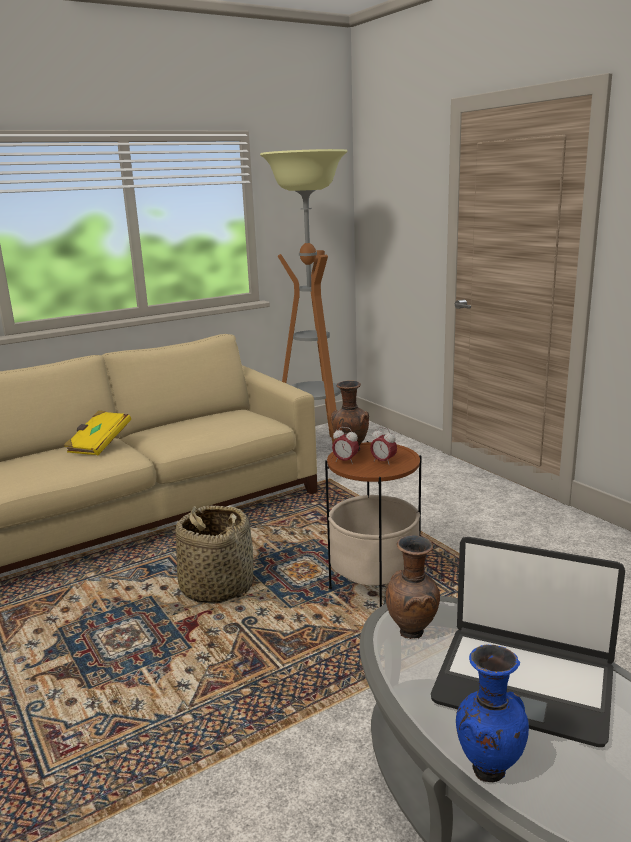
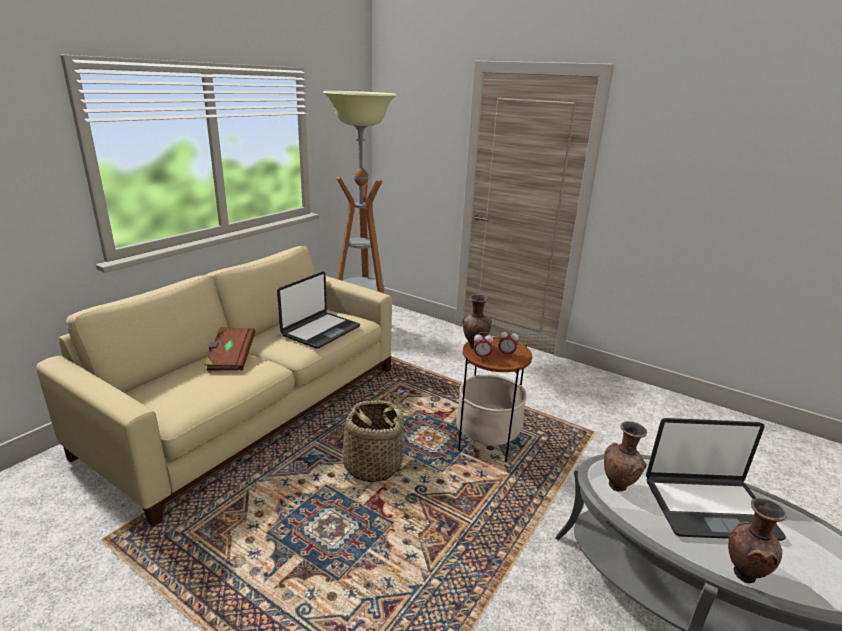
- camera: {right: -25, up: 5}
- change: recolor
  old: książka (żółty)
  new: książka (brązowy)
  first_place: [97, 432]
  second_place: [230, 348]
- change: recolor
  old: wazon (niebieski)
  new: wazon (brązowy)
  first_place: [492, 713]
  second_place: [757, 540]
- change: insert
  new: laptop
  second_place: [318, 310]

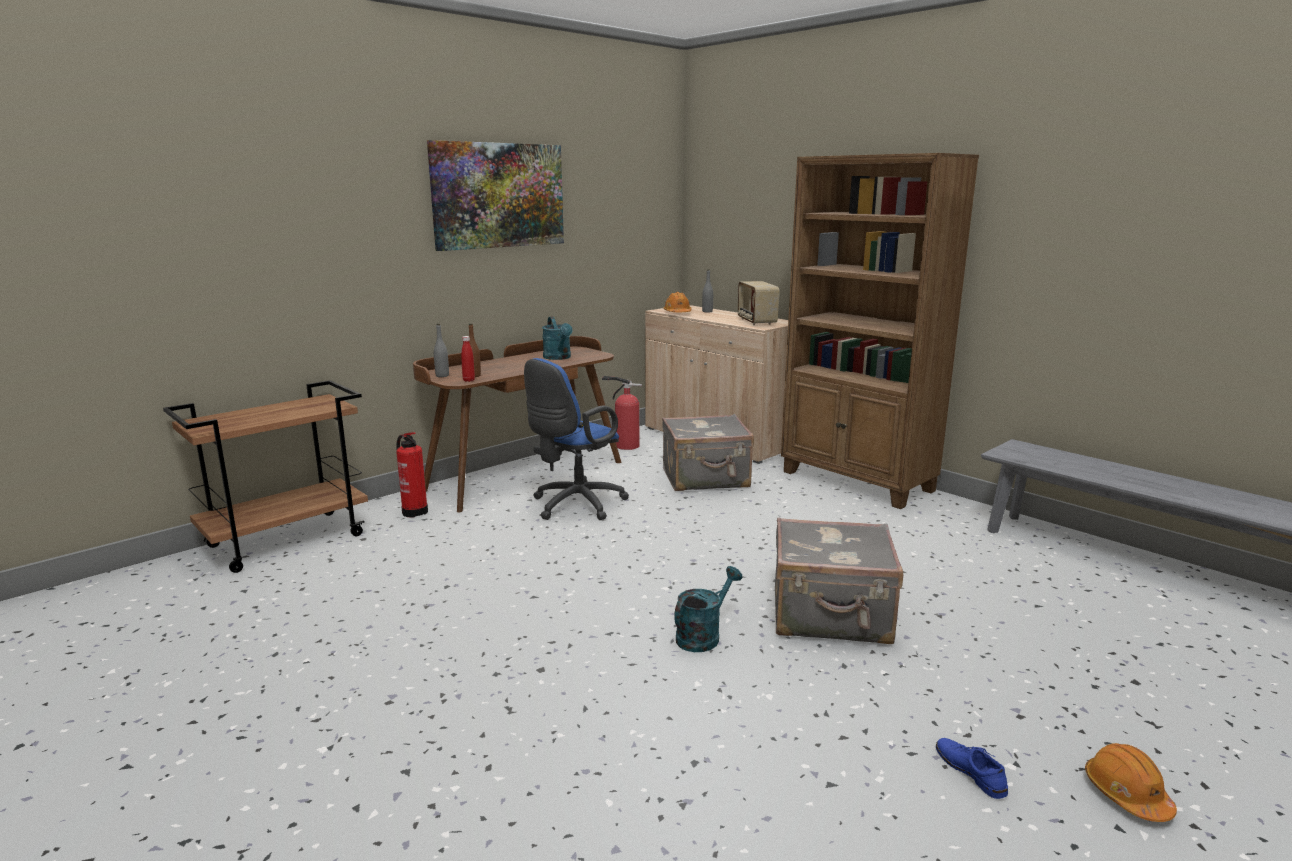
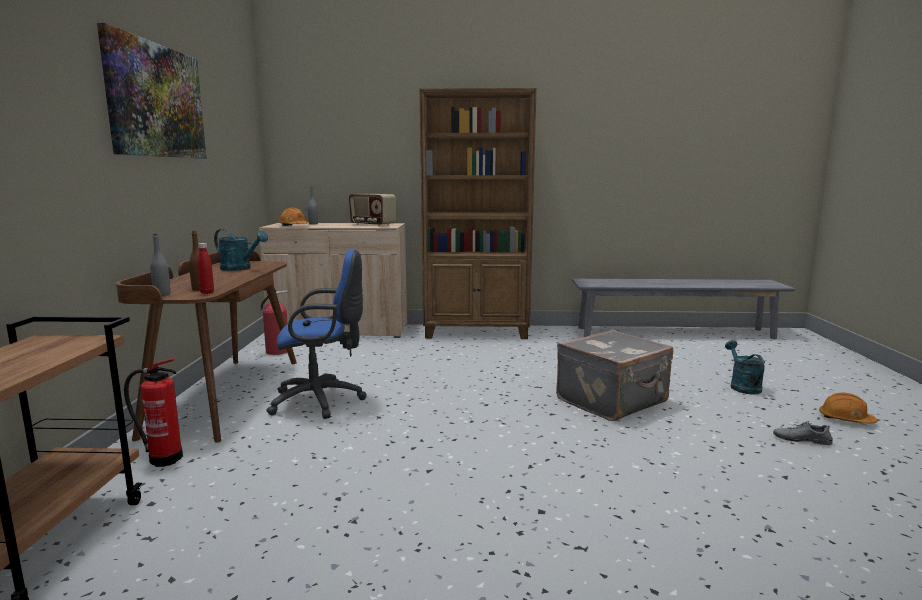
- camera: {right: -45, up: -5}
- change: rotate
  old: krzesło biurowe (niebieski)
  first_place: [576, 439]
  second_place: [316, 334]
  degrees: -90
- change: delete
  old: walizka (szary)
  first_place: [708, 452]
- change: move
  old: konewka (turkusowy)
  first_place: [708, 609]
  second_place: [745, 367]
- change: recolor
  old: but (niebieski)
  new: but (szary)
  first_place: [972, 768]
  second_place: [803, 433]

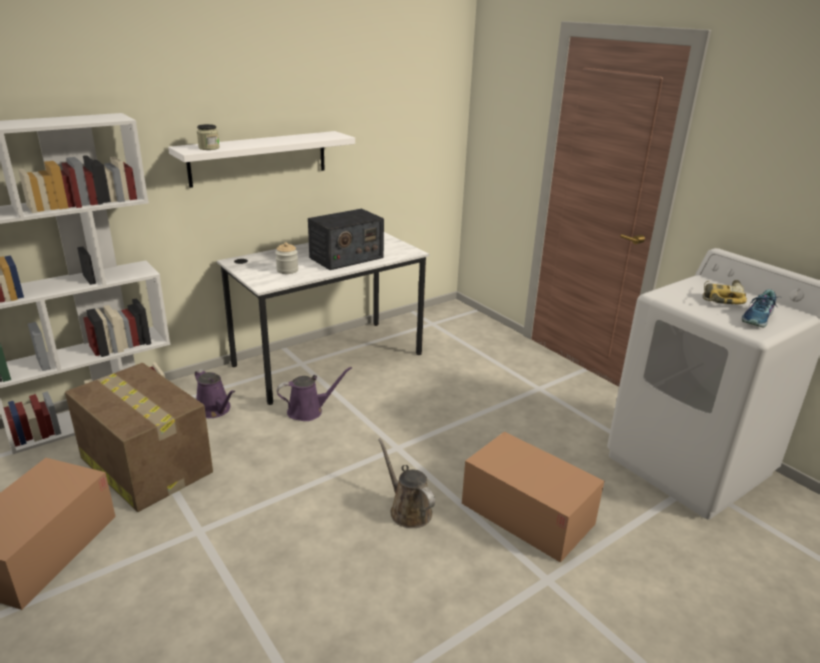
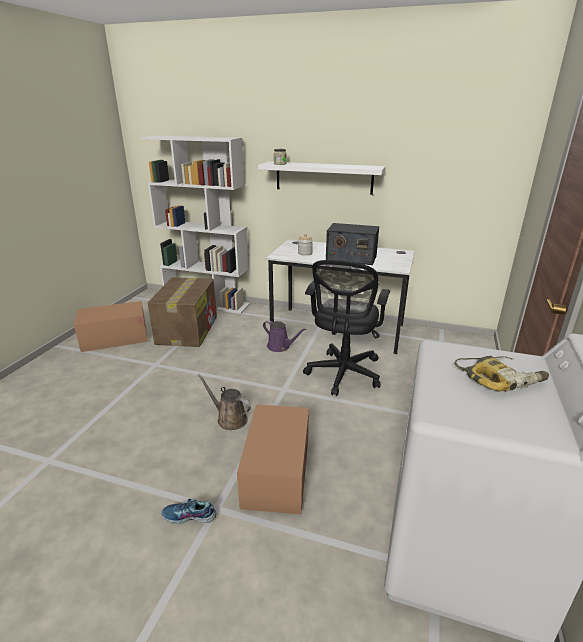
- camera: {right: 55, up: 0}
- change: move
  old: but
  first_place: [760, 308]
  second_place: [188, 511]
- change: delete
  old: konewka (fioletowy)
  first_place: [215, 393]
- change: rotate
  old: konewka (brązowy)
  first_place: [406, 483]
  second_place: [224, 402]
  degrees: -75
- change: insert
  new: krzesło biurowe (czarny)
  second_place: [346, 328]

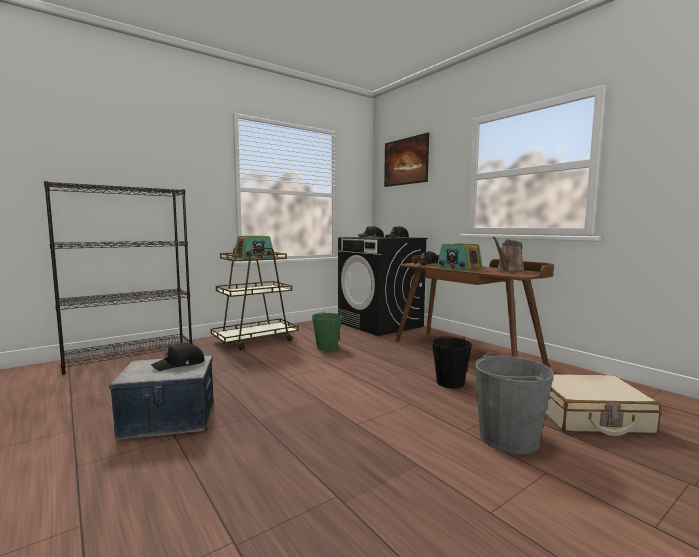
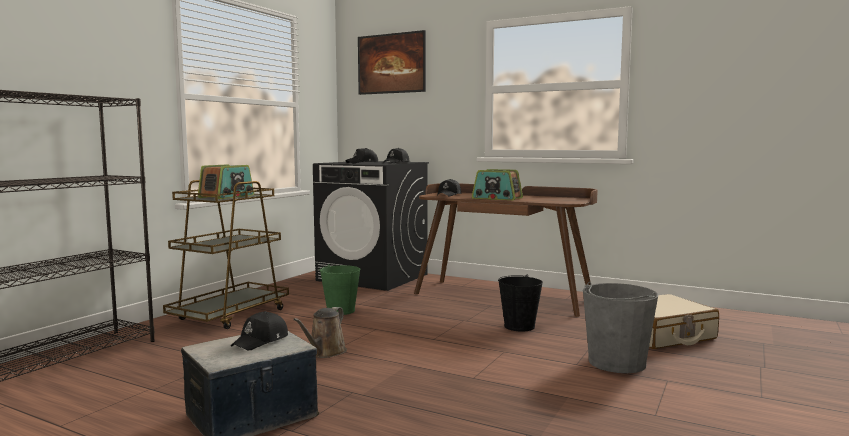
- camera: {right: -25, up: 0}
- change: move
  old: konewka (brązowy)
  first_place: [508, 254]
  second_place: [320, 332]

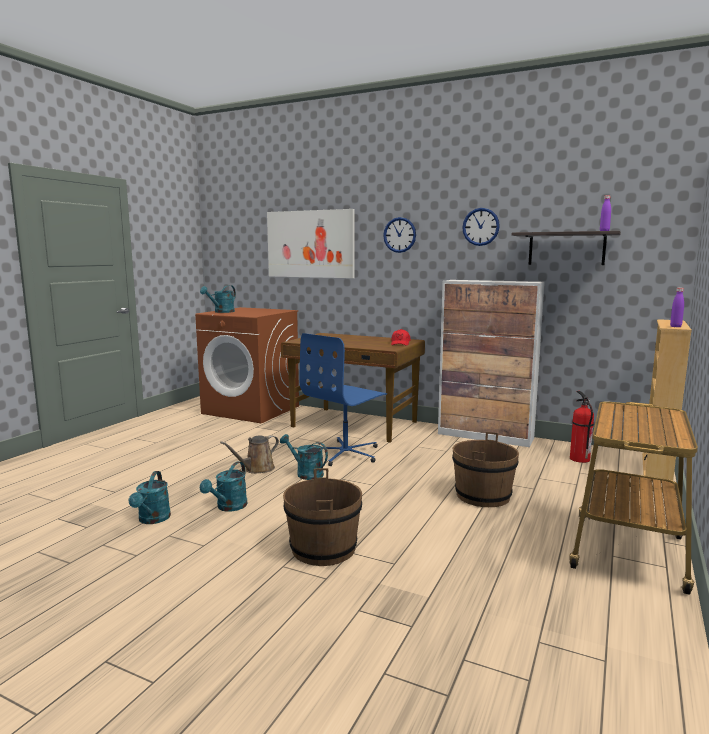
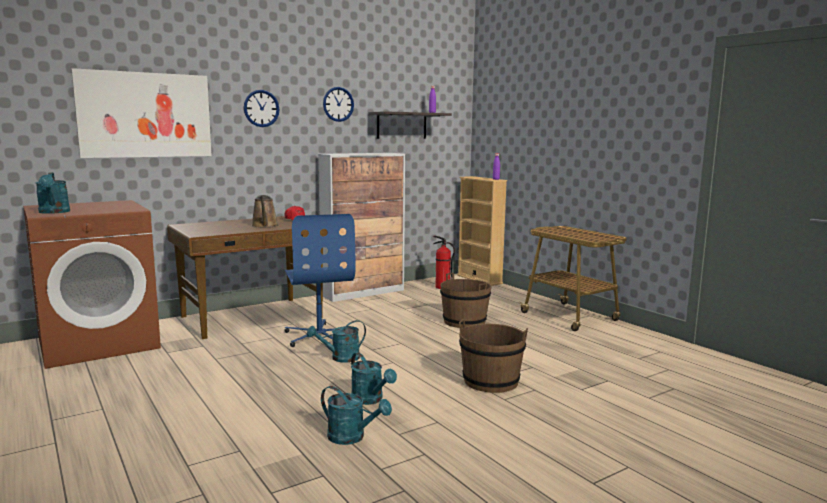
- camera: {right: -60, up: 0}
- change: move
  old: konewka (brązowy)
  first_place: [249, 454]
  second_place: [265, 211]

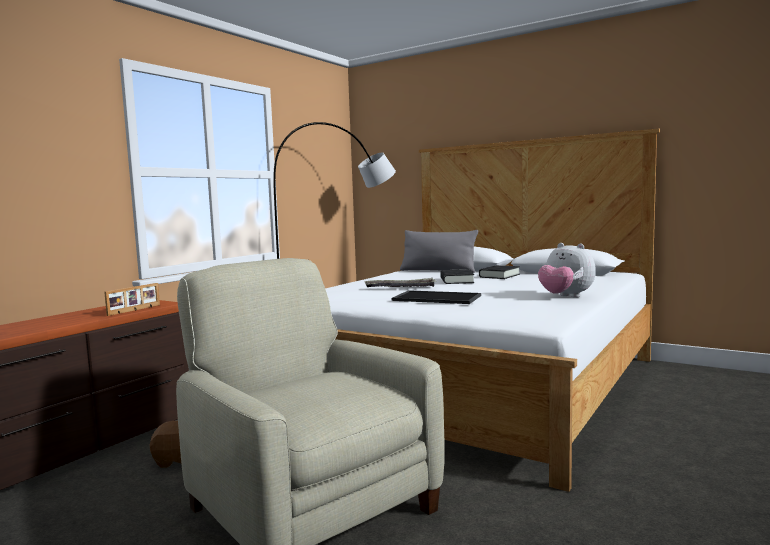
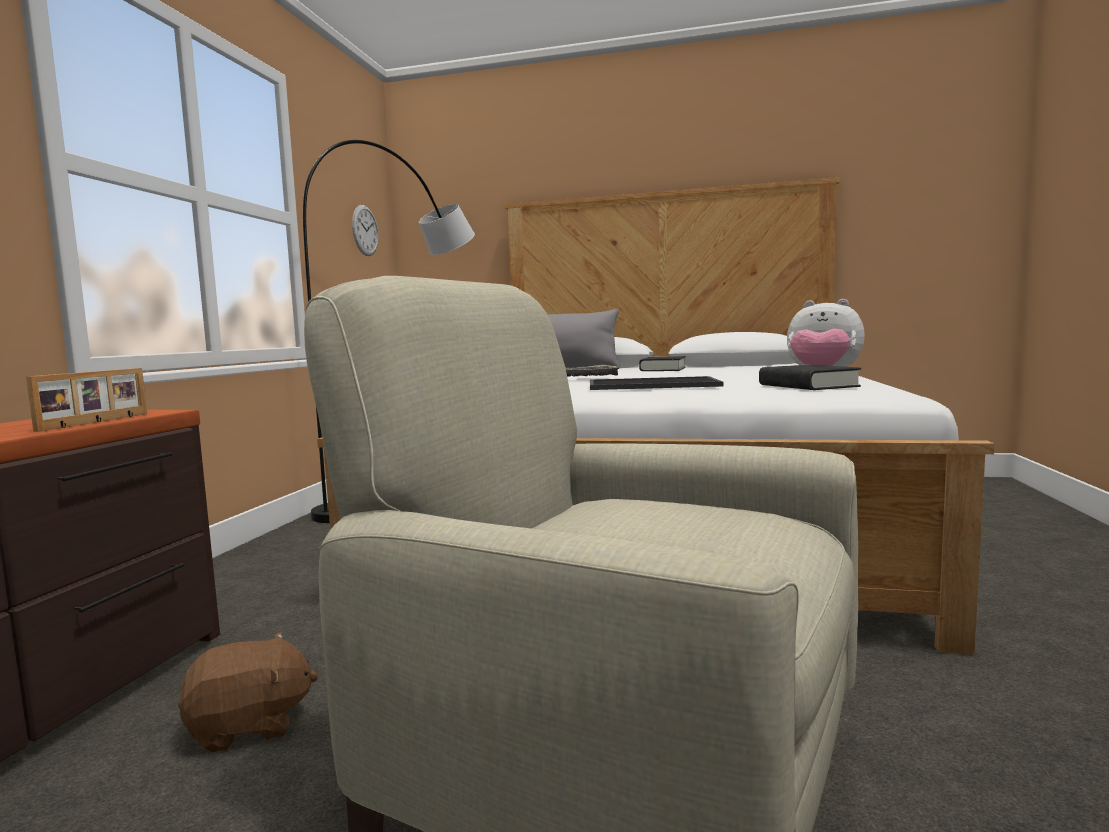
- camera: {right: -20, up: 0}
- change: move
  old: książka (czarny)
  first_place: [457, 276]
  second_place: [810, 377]
- change: insert
  new: zegar ścienny
  second_place: [365, 230]

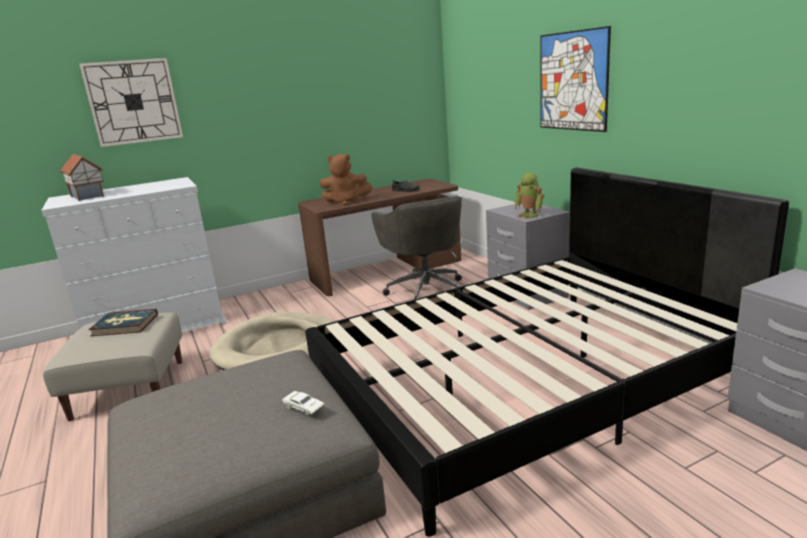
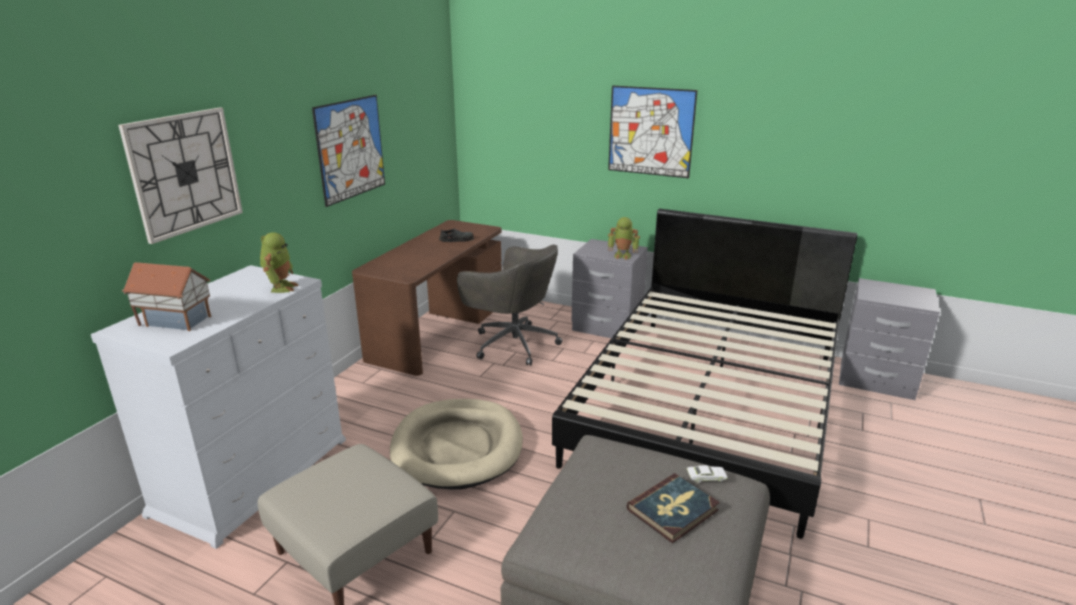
- camera: {right: -40, up: 5}
- change: delete
  old: pluszak (brązowy)
  first_place: [346, 179]
- change: move
  old: książka
  first_place: [123, 322]
  second_place: [673, 508]
- change: insert
  new: obraz
  second_place: [348, 151]
- change: insert
  new: robot zabawkowy
  second_place: [279, 262]

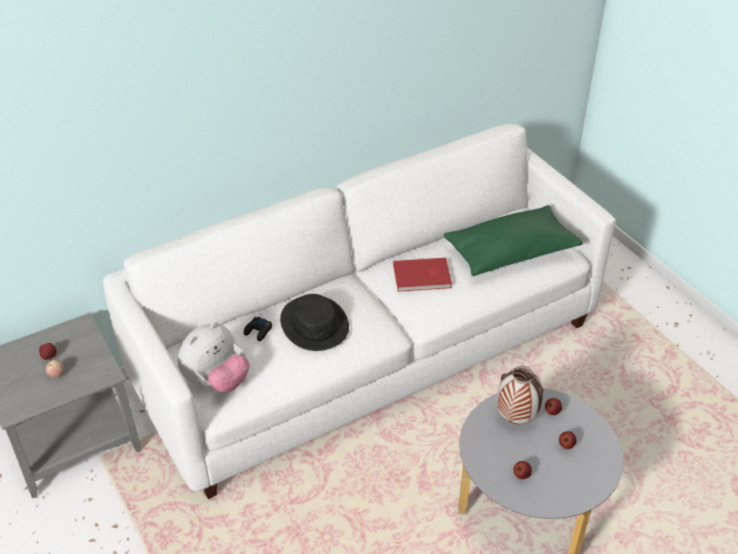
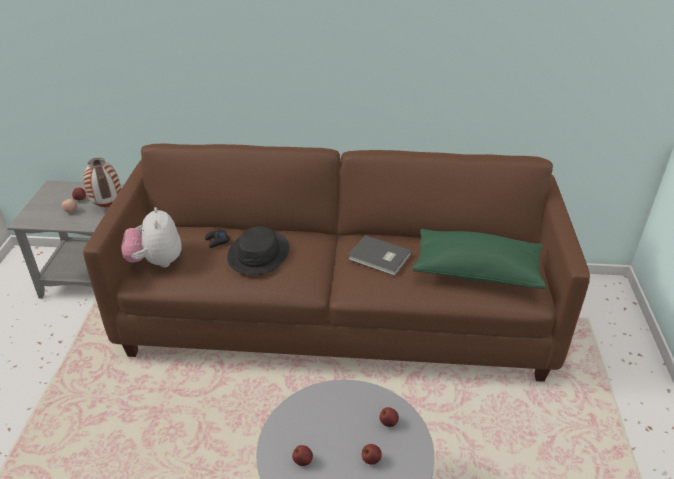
- camera: {right: 35, up: -5}
- change: recolor
  old: kanapa (biały)
  new: kanapa (brązowy)
  first_place: [359, 311]
  second_place: [336, 262]
- change: recolor
  old: książka (czerwony)
  new: książka (szary)
  first_place: [422, 275]
  second_place: [380, 255]
- change: rotate
  old: pluszak
  first_place: [213, 357]
  second_place: [152, 237]
  degrees: 90
- change: move
  old: wazon
  first_place: [520, 395]
  second_place: [102, 182]

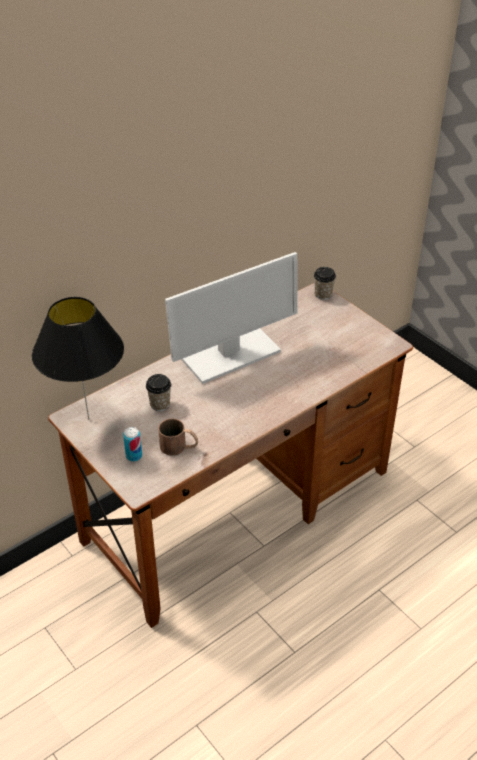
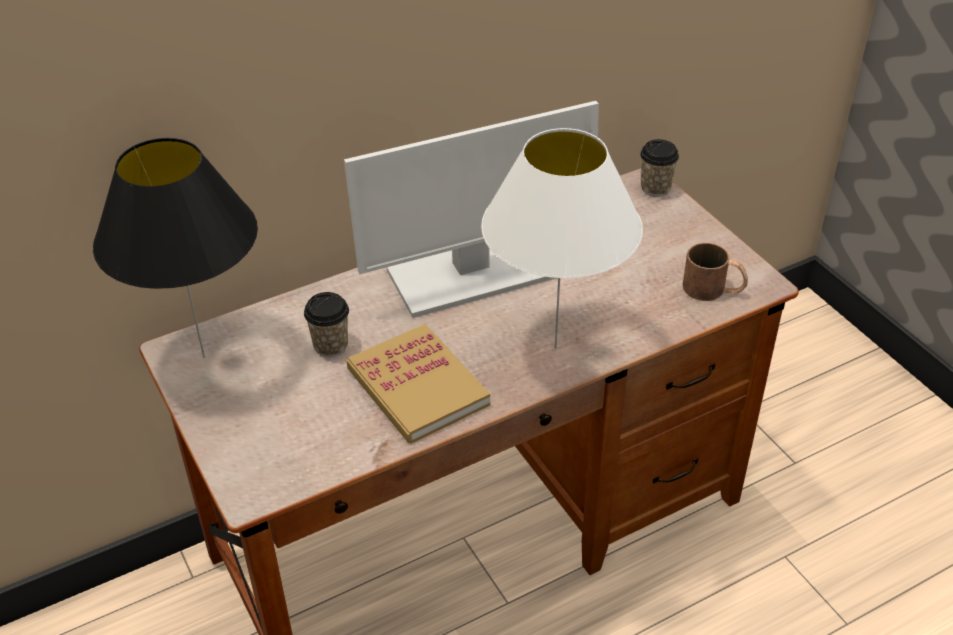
- camera: {right: 10, up: 0}
- change: move
  old: kubek (brązowy)
  first_place: [178, 437]
  second_place: [715, 272]
- change: delete
  old: puszka
  first_place: [132, 444]
- change: insert
  new: lampa stołowa (biały)
  second_place: [562, 238]
- change: insert
  new: książka
  second_place: [418, 384]

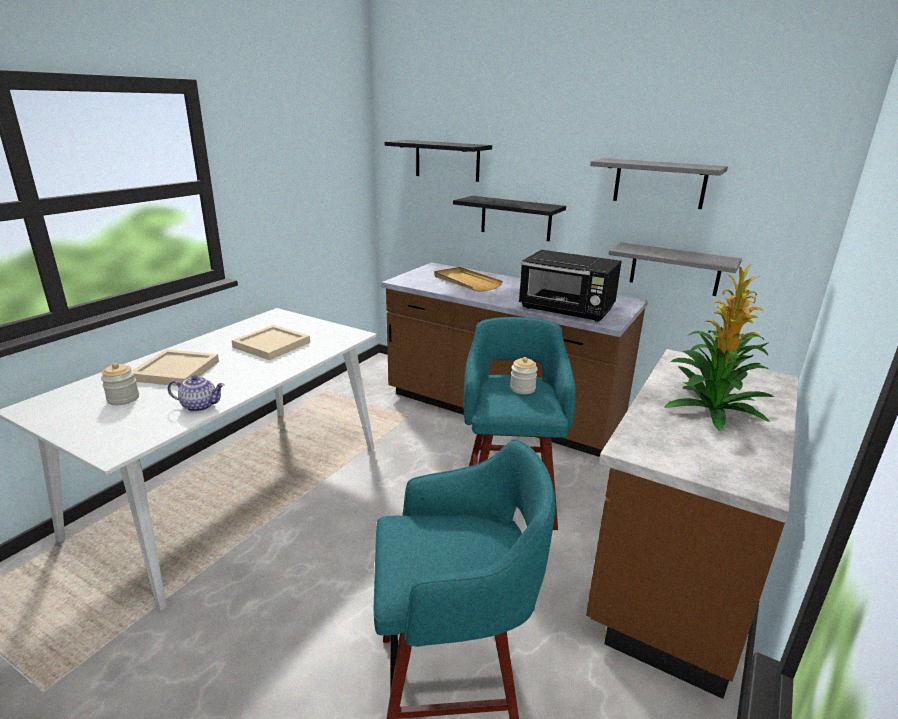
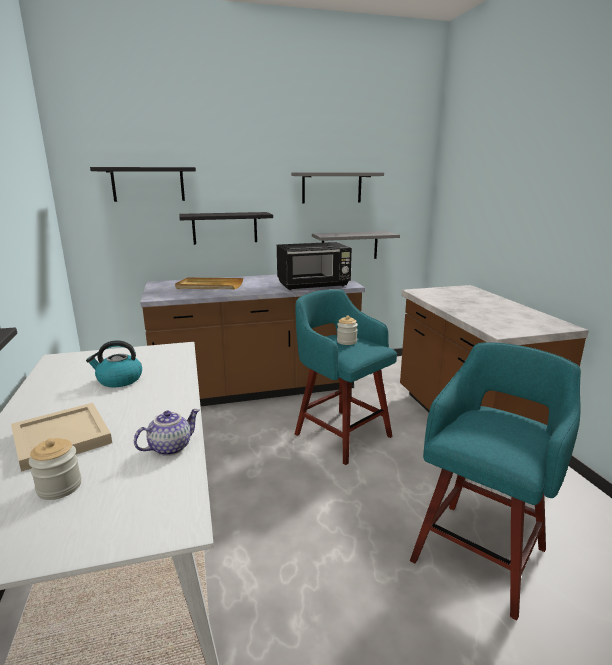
- camera: {right: -45, up: -5}
- change: delete
  old: roślina doniczkowa
  first_place: [719, 348]
- change: replace
  old: taca (beżowy)
  new: czajnik
  first_place: [270, 342]
  second_place: [114, 364]

